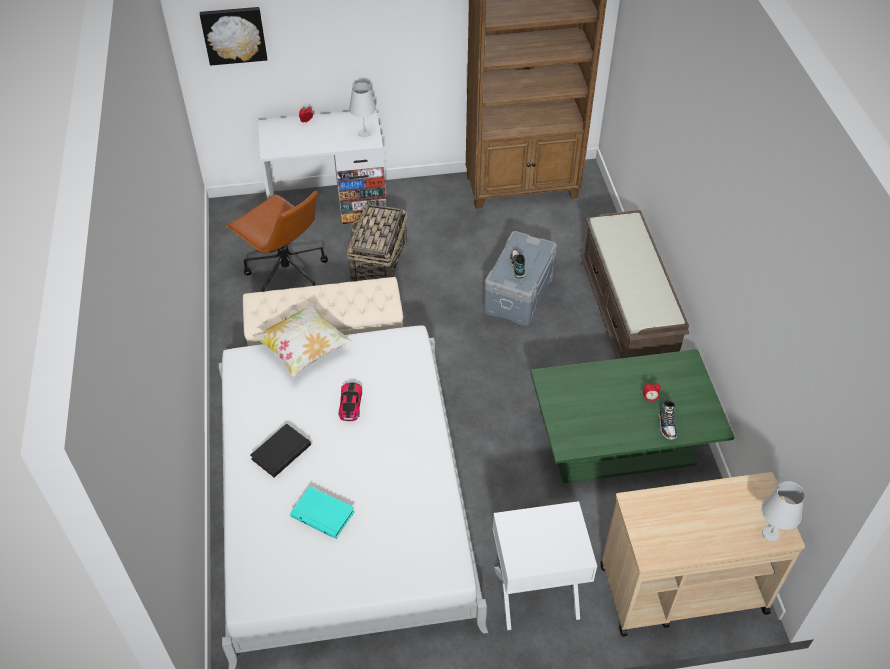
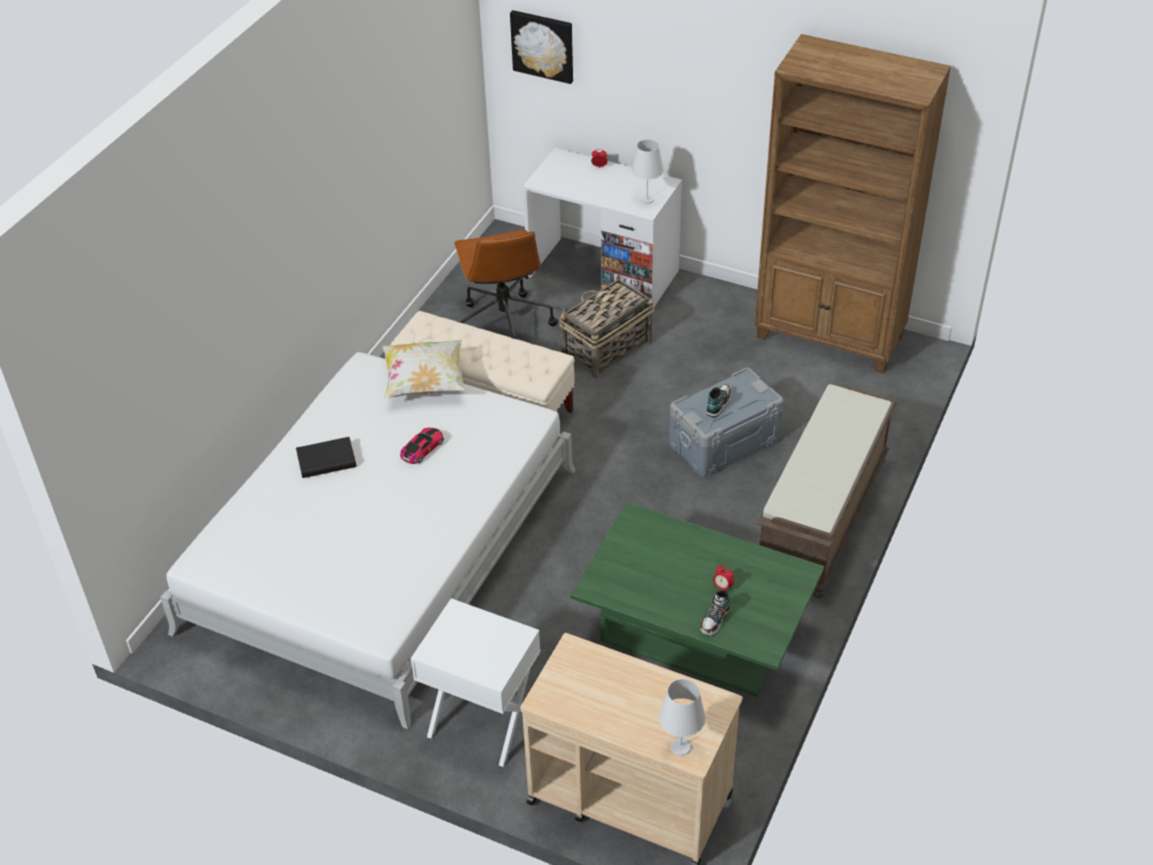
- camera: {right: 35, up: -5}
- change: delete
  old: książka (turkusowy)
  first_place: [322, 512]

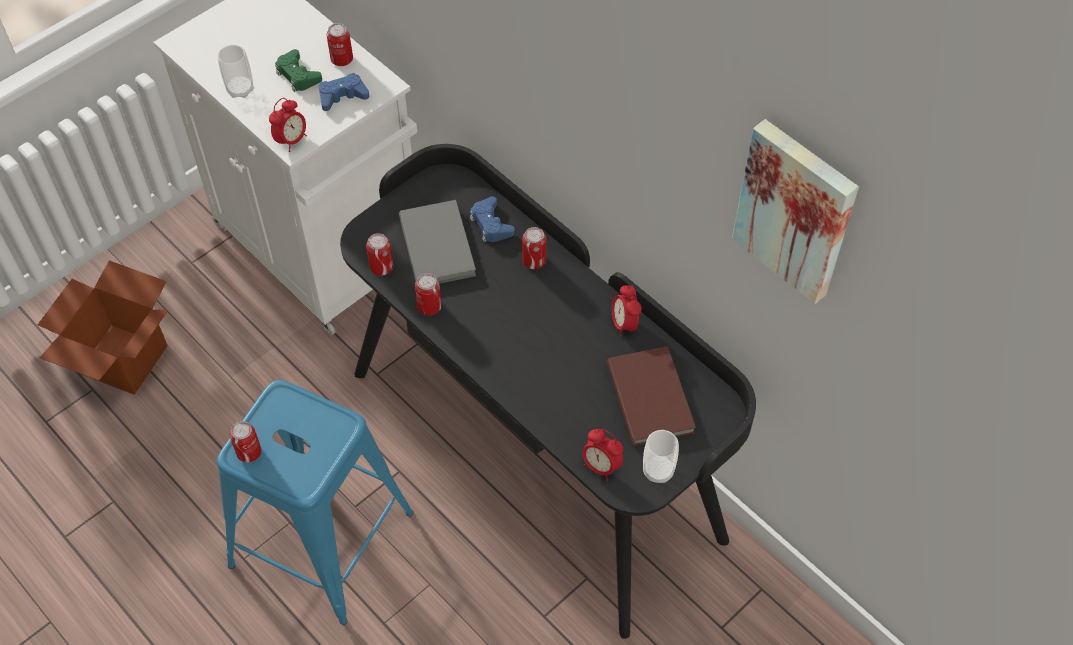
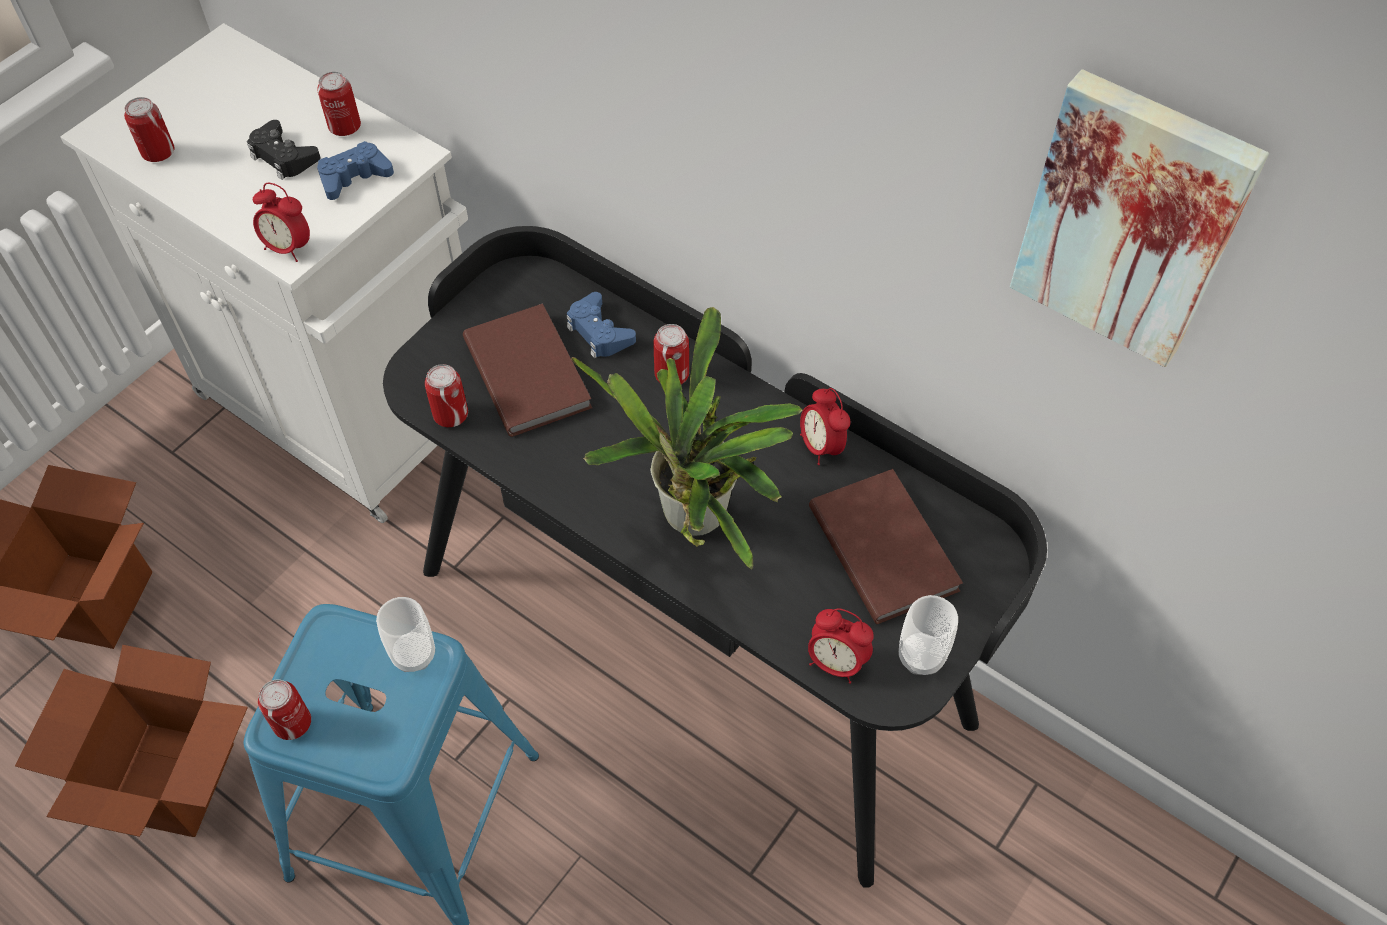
- camera: {right: -10, up: 0}
- change: move
  old: filiżanka
  first_place: [235, 71]
  second_place: [405, 634]
- change: recolor
  old: pad do gier (zielony)
  new: pad do gier (czarny)
  first_place: [298, 70]
  second_place: [283, 150]
- change: rotate
  old: budzik
  first_place: [288, 125]
  second_place: [281, 222]
  degrees: 90
- change: recolor
  old: książka (szary)
  new: książka (brązowy)
  first_place: [437, 242]
  second_place: [527, 370]
- change: move
  old: puszka
  first_place: [428, 294]
  second_place: [149, 129]
- change: insert
  new: roślina doniczkowa
  second_place: [686, 438]
- change: insert
  new: karton
  second_place: [131, 741]

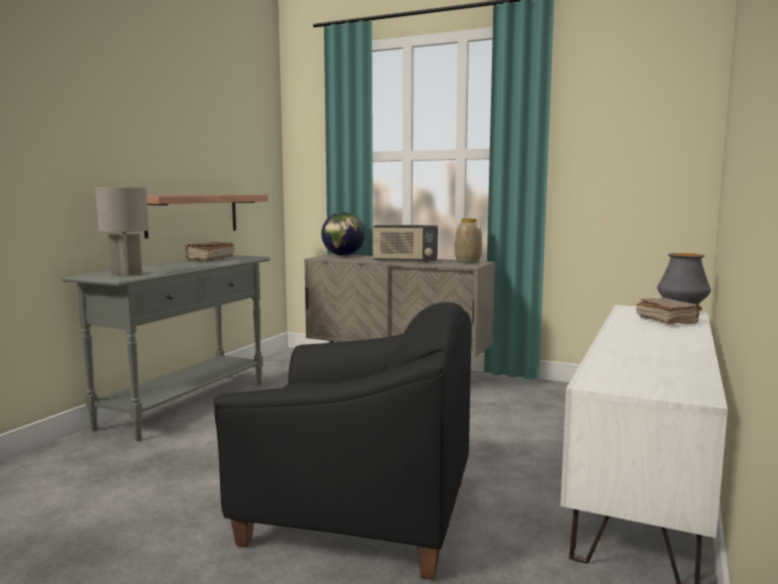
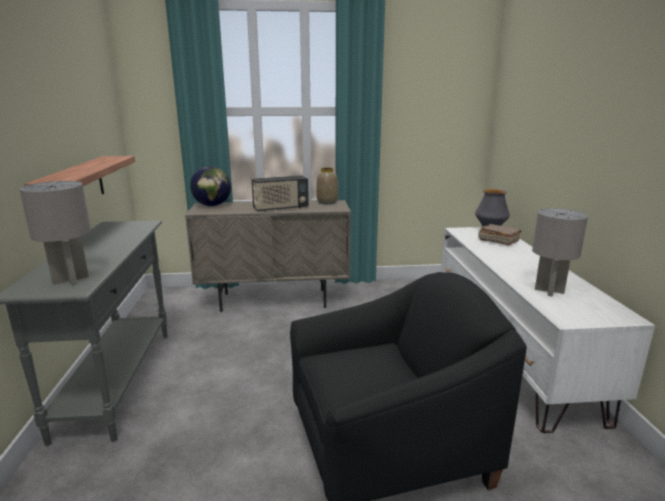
- camera: {right: -30, up: 10}
- change: delete
  old: książka (brązowy)
  first_place: [210, 251]
- change: insert
  new: lampa stołowa (szary)
  second_place: [560, 252]

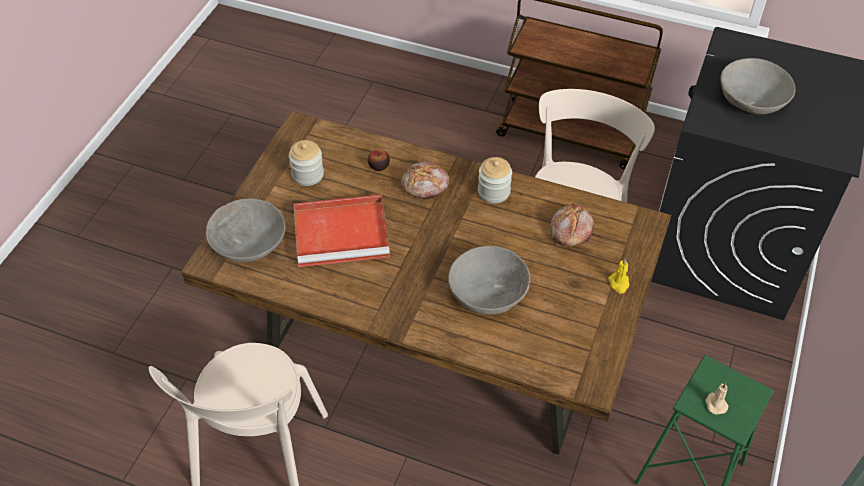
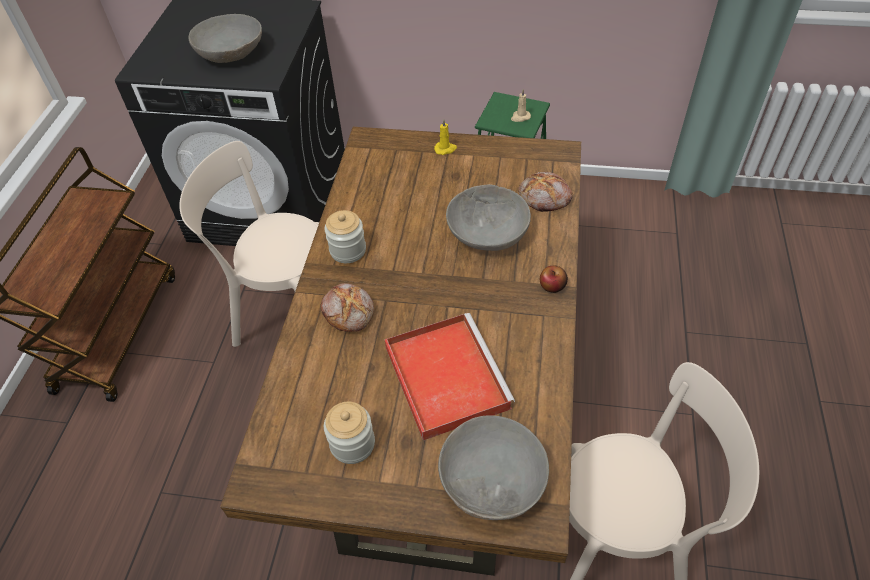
- camera: {right: -100, up: 0}
- change: move
  old: jabłko
  first_place: [378, 160]
  second_place: [554, 279]
- change: move
  old: chleb
  first_place: [572, 224]
  second_place: [545, 192]

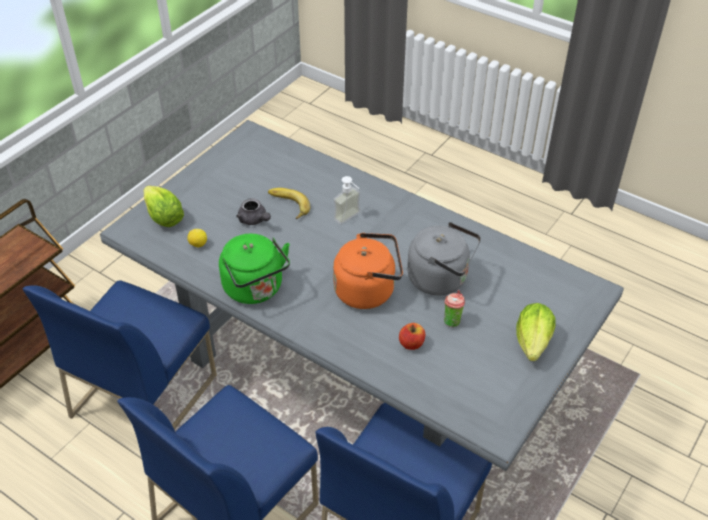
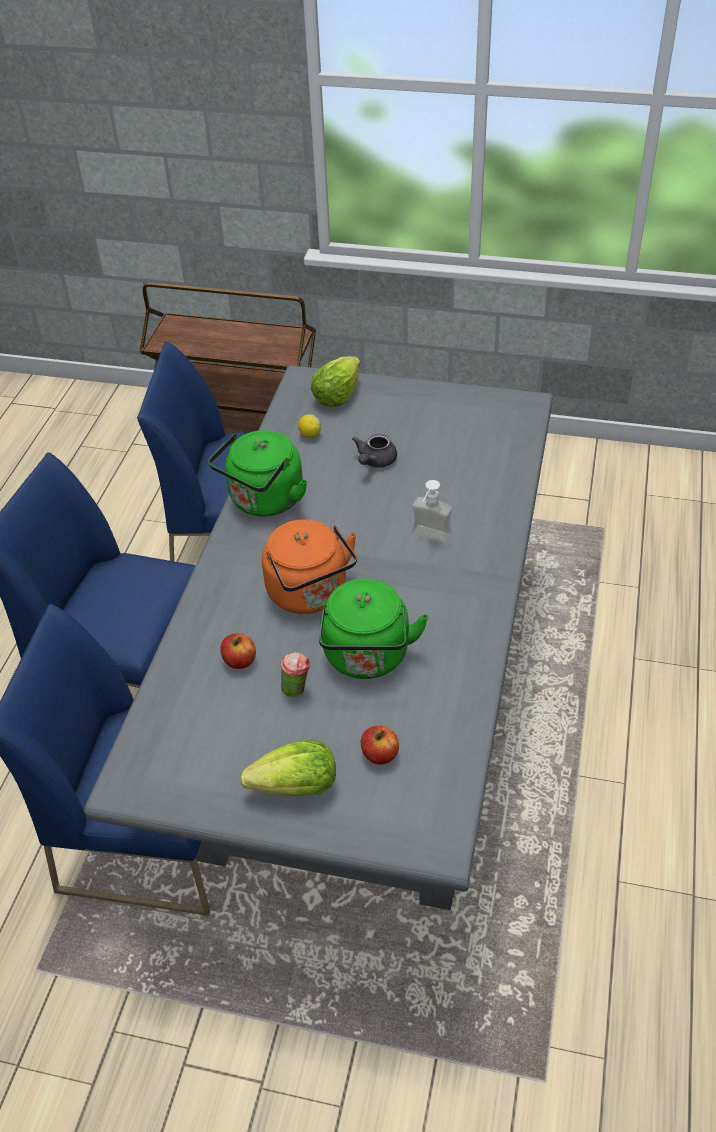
- camera: {right: 70, up: 0}
- change: delete
  old: banan
  first_place: [289, 203]
- change: recolor
  old: czajnik (szary)
  new: czajnik (zielony)
  first_place: [444, 258]
  second_place: [374, 629]
- change: insert
  new: jabłko
  second_place: [379, 744]

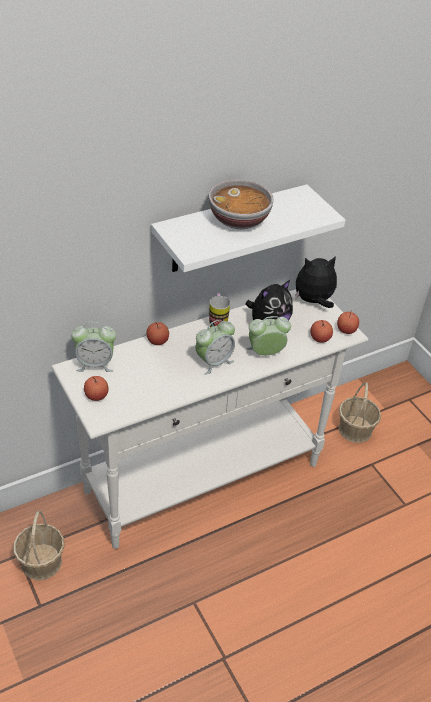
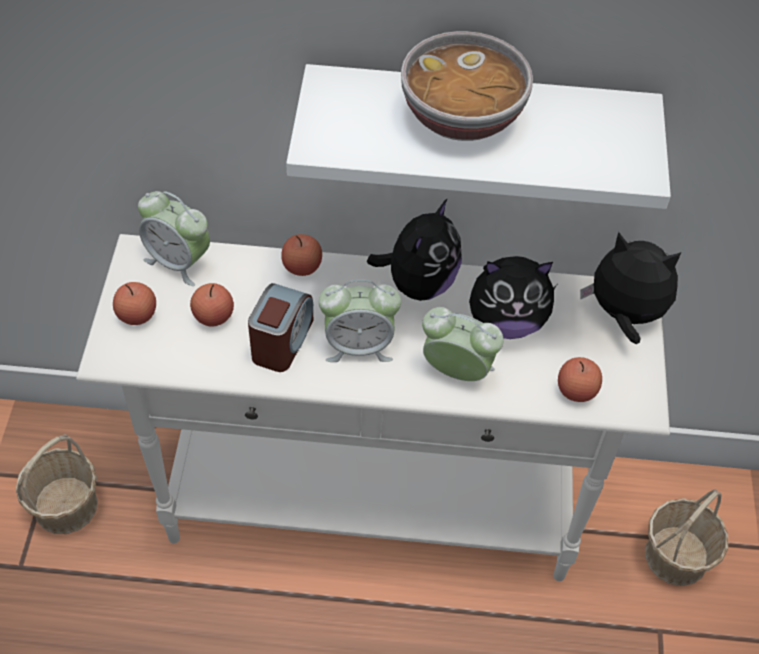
- camera: {right: 35, up: 10}
- change: replace
  old: kubek
  new: pluszak
  first_place: [219, 310]
  second_place: [414, 249]
- change: move
  old: jabłko
  first_place: [348, 323]
  second_place: [212, 305]
- change: insert
  new: budzik
  second_place: [280, 327]

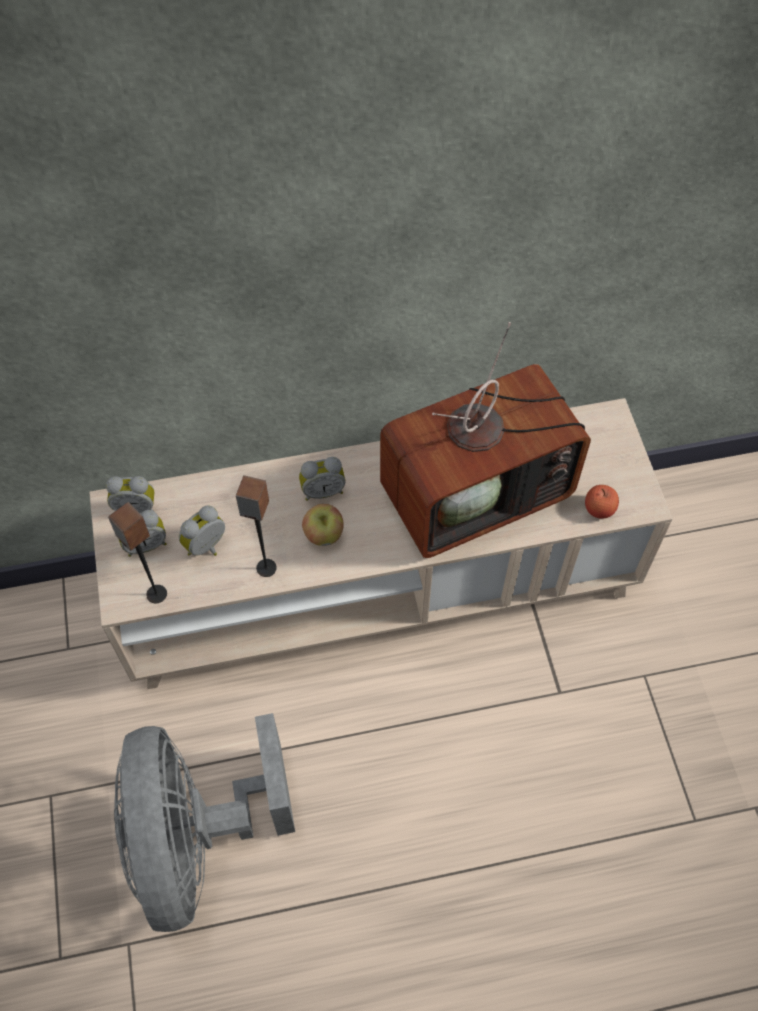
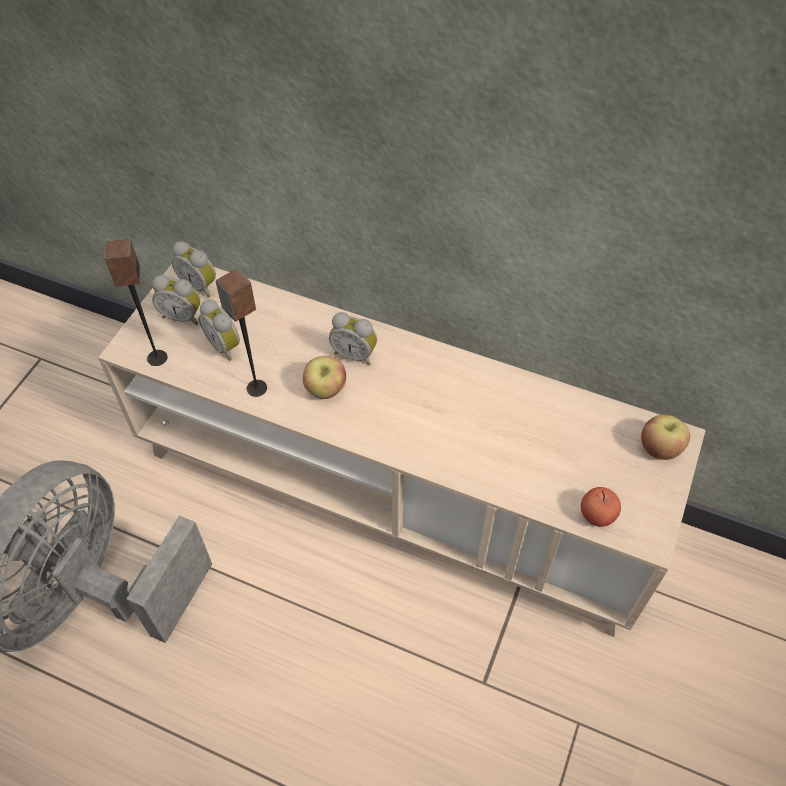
- camera: {right: 35, up: -5}
- change: delete
  old: telewizor
  first_place: [485, 440]
- change: rotate
  old: budzik
  first_place: [202, 531]
  second_place: [219, 330]
  degrees: -120
- change: insert
  new: jabłko
  second_place: [665, 437]

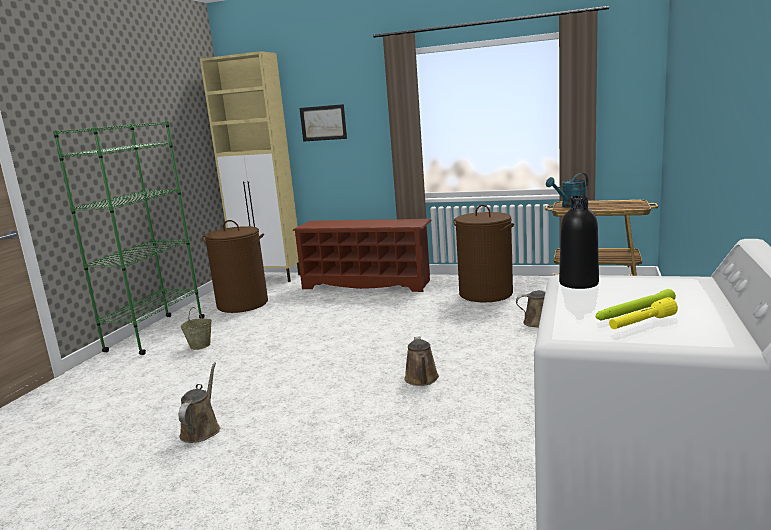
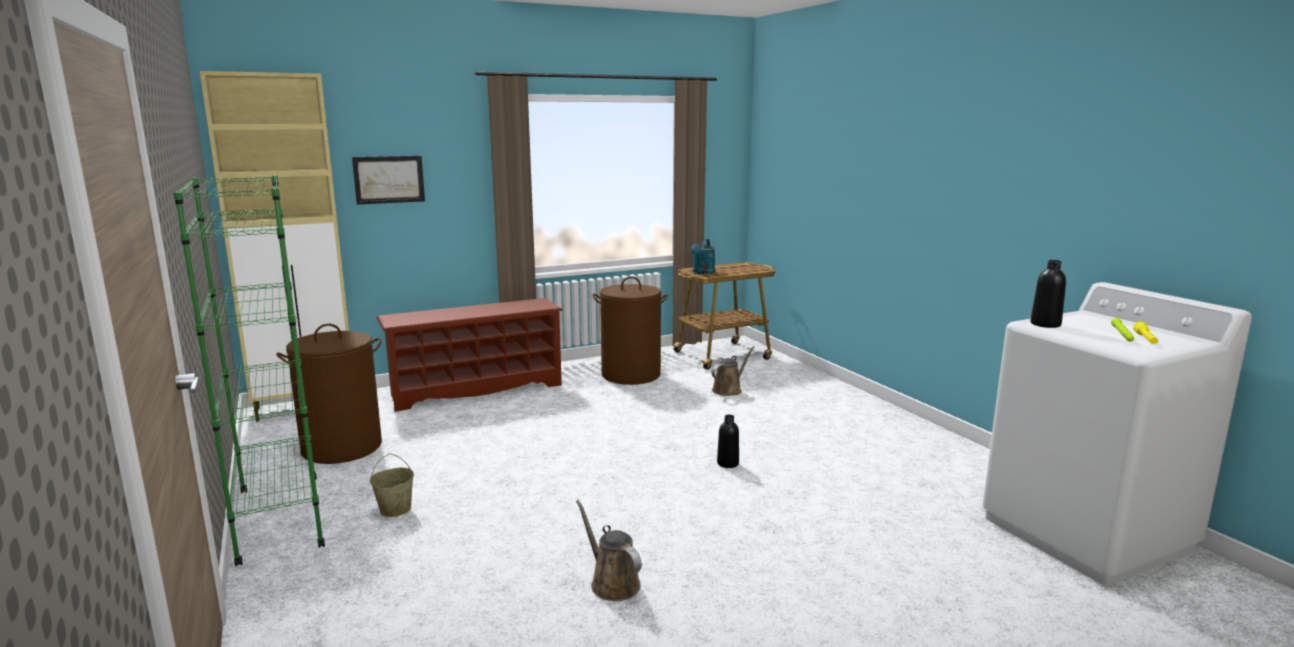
- camera: {right: -45, up: 0}
- change: replace
  old: konewka (brązowy)
  new: butelka (czarny)
  first_place: [421, 361]
  second_place: [728, 441]

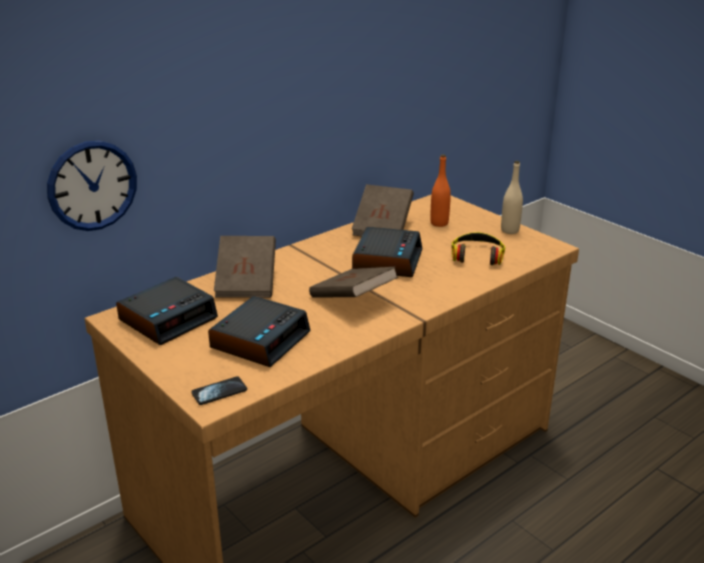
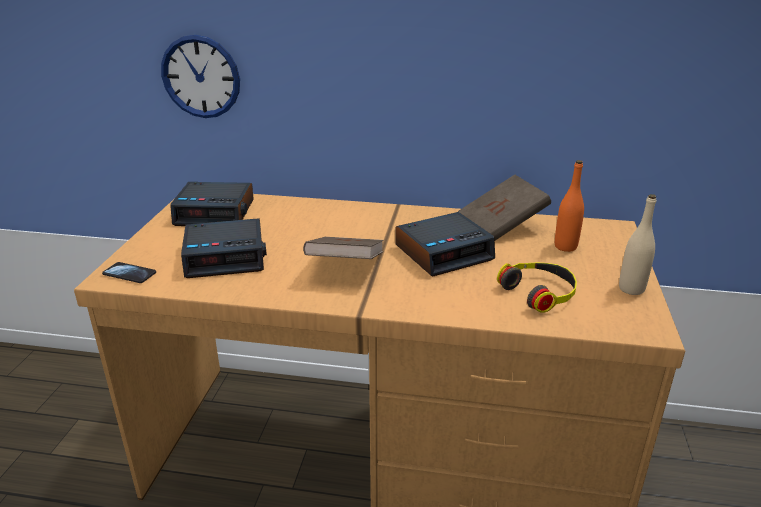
- camera: {right: 50, up: 0}
- change: delete
  old: książka (brązowy)
  first_place: [245, 267]

